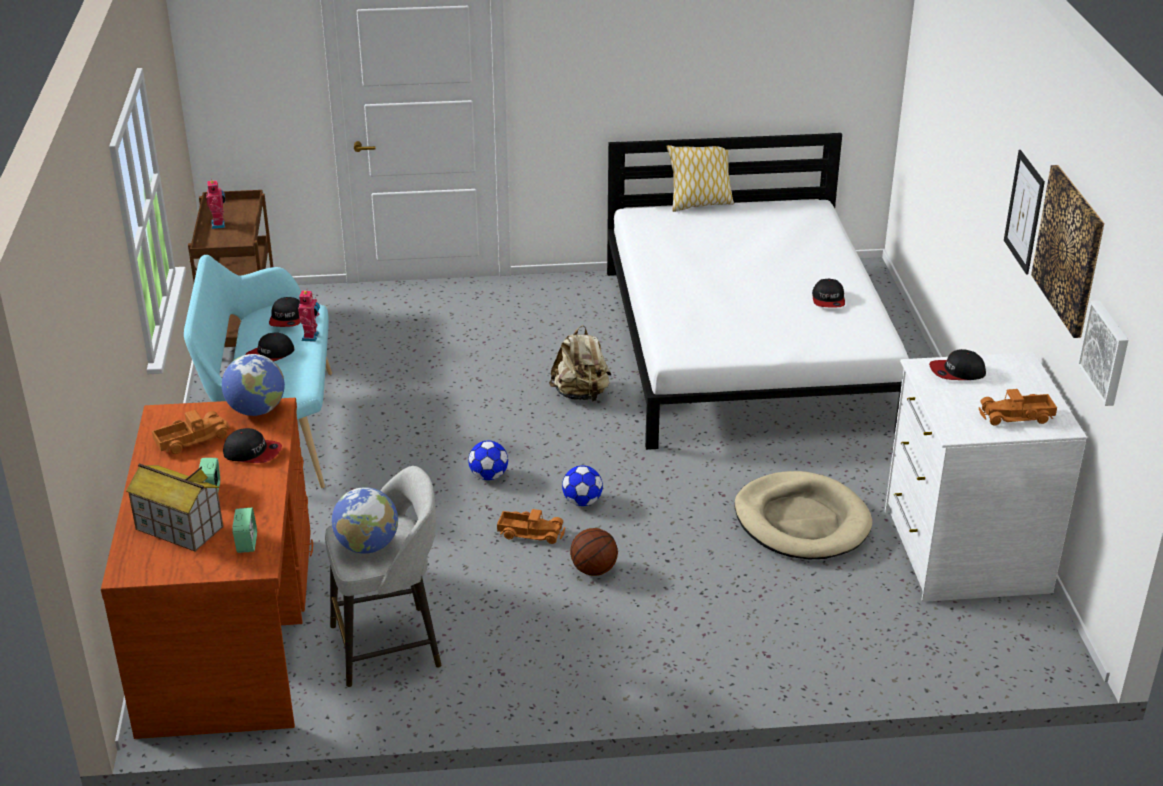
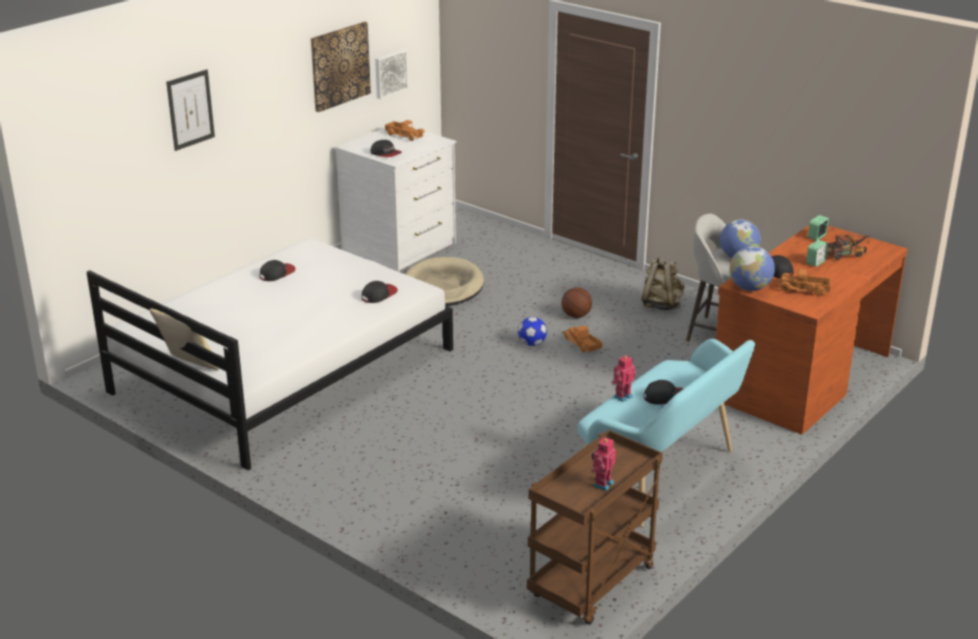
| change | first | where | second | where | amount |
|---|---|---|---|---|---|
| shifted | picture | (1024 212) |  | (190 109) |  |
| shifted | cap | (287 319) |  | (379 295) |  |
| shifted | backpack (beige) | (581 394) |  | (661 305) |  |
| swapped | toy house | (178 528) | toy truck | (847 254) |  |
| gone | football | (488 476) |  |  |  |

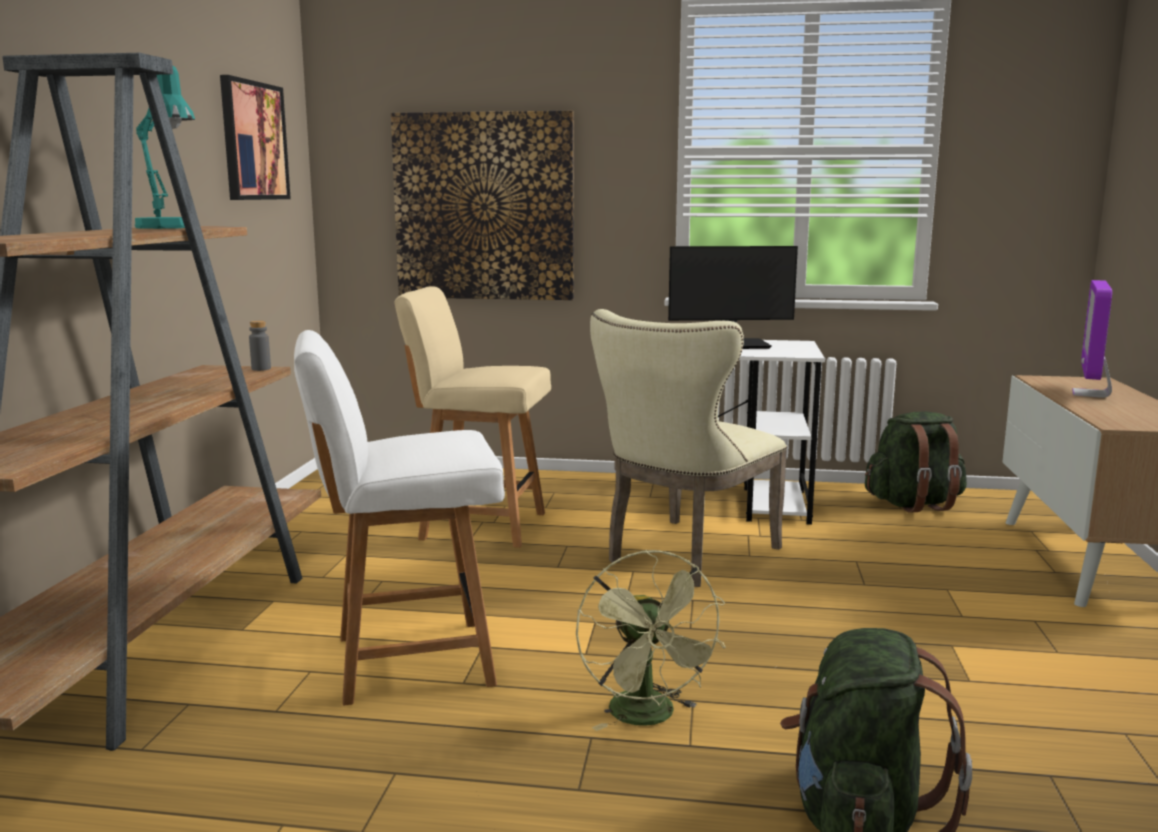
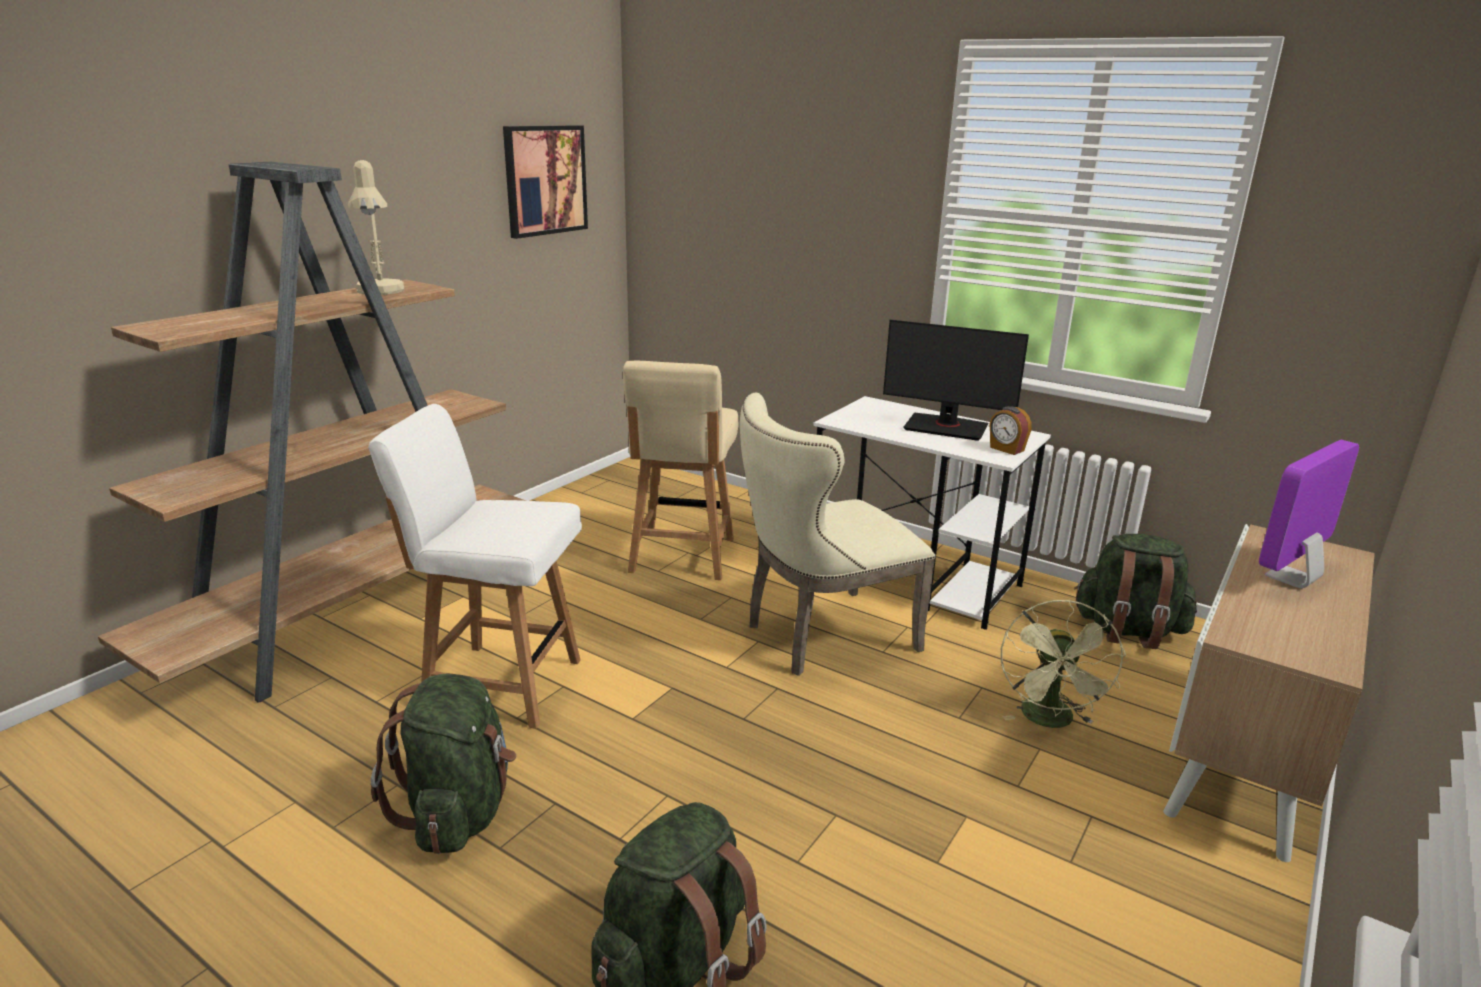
| change | first | where | second | where | amount |
|---|---|---|---|---|---|
| repainted | table lamp (turquoise) | (170 228) | table lamp (beige) | (380 292) |  |
| new |  |  | backpack (green) | (458 812) |  |
| rotated | chair (beige) | (480 525) |  | (681 556) | 120 degrees counterclockwise |
| new |  |  | alarm clock | (1006 449) |  |
| shifted | fan (green) | (649 717) |  | (1050 721) |  |
| gone | bottle (grey) | (261 369) |  |  |  |
| gone | picture | (484 207) |  |  |  |

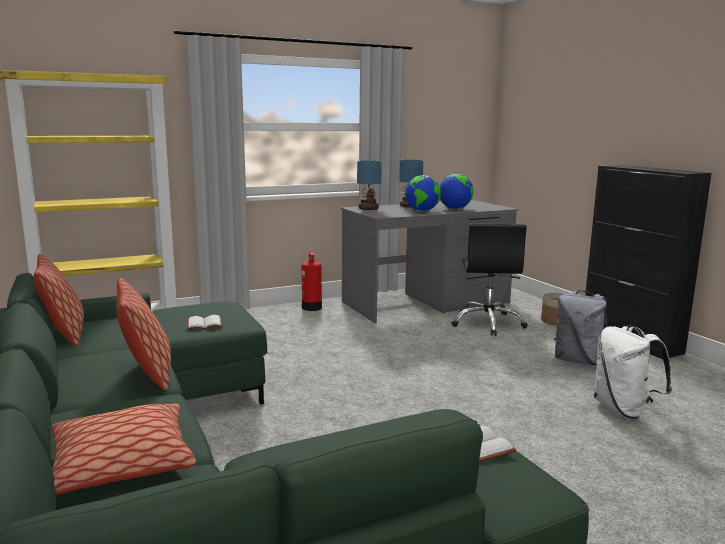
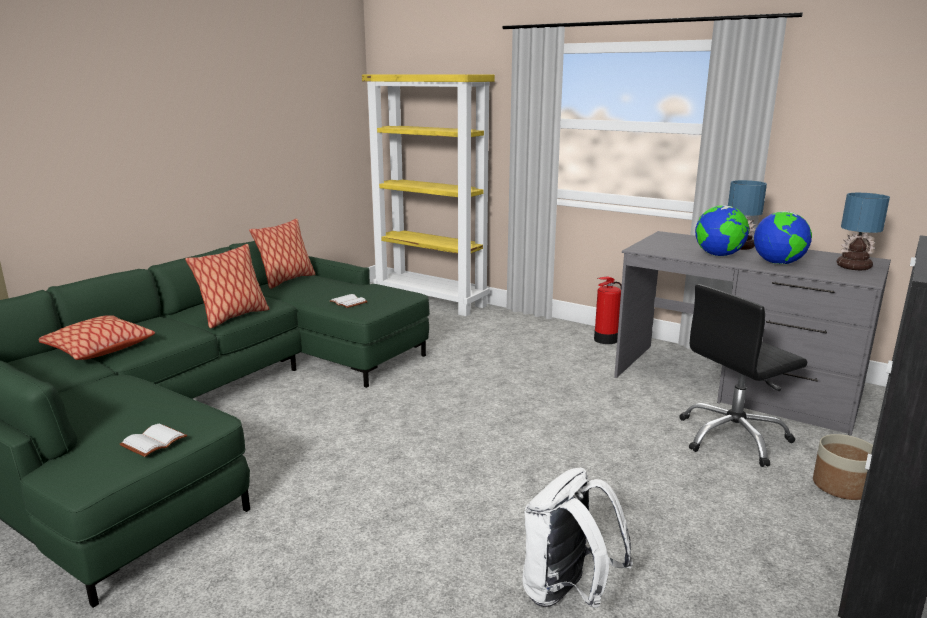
| change | first | where | second | where | amount |
|---|---|---|---|---|---|
| shifted | table lamp | (368 208) |  | (854 267) |  |
| gone | backpack (grey) | (578 360) |  |  |  |

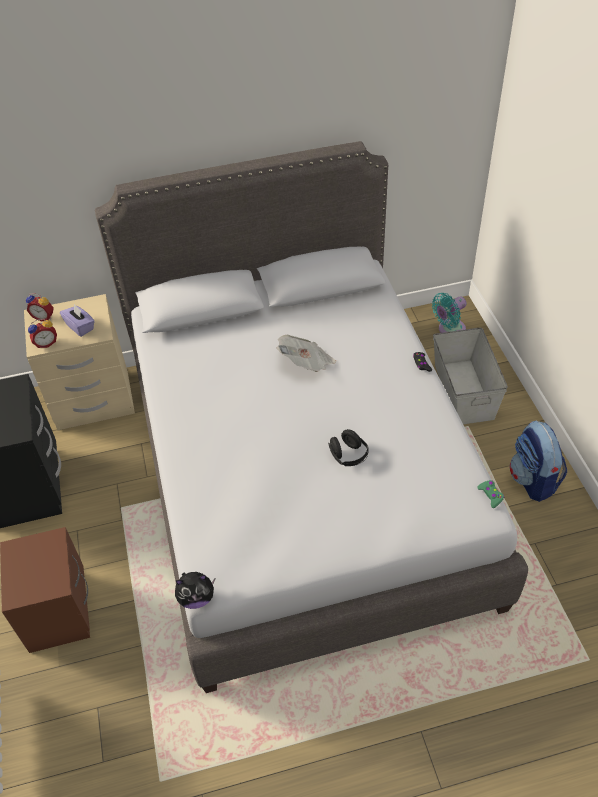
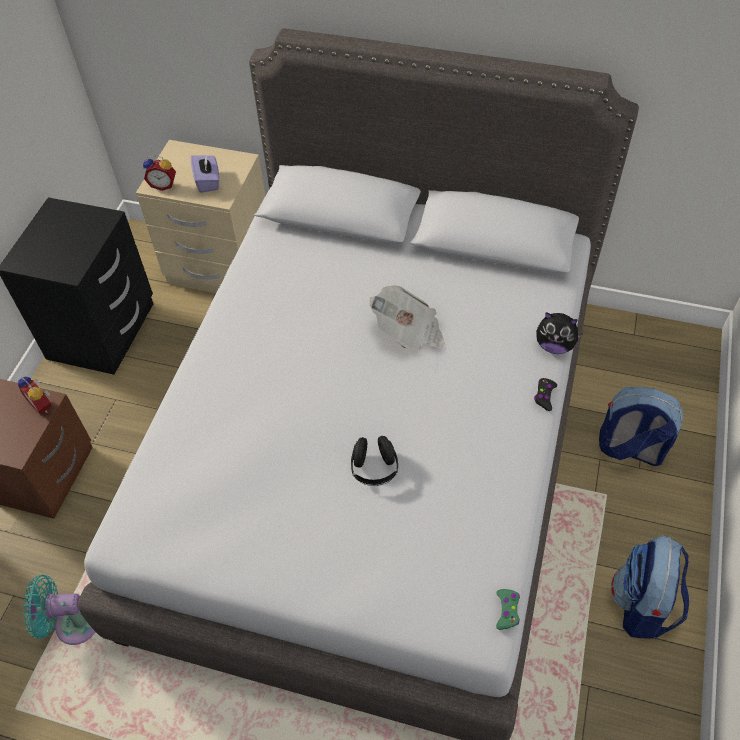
| change | first | where | second | where | amount |
|---|---|---|---|---|---|
| shifted | alarm clock | (44 317) |  | (43 404) |  |
| shifted | fan (turquoise) | (449 330) |  | (72 624) |  |
| shifted | plush toy | (196 598) |  | (554 345) |  |
| swapped | storage box (grey) | (463 392) | backpack | (630 449) |  |

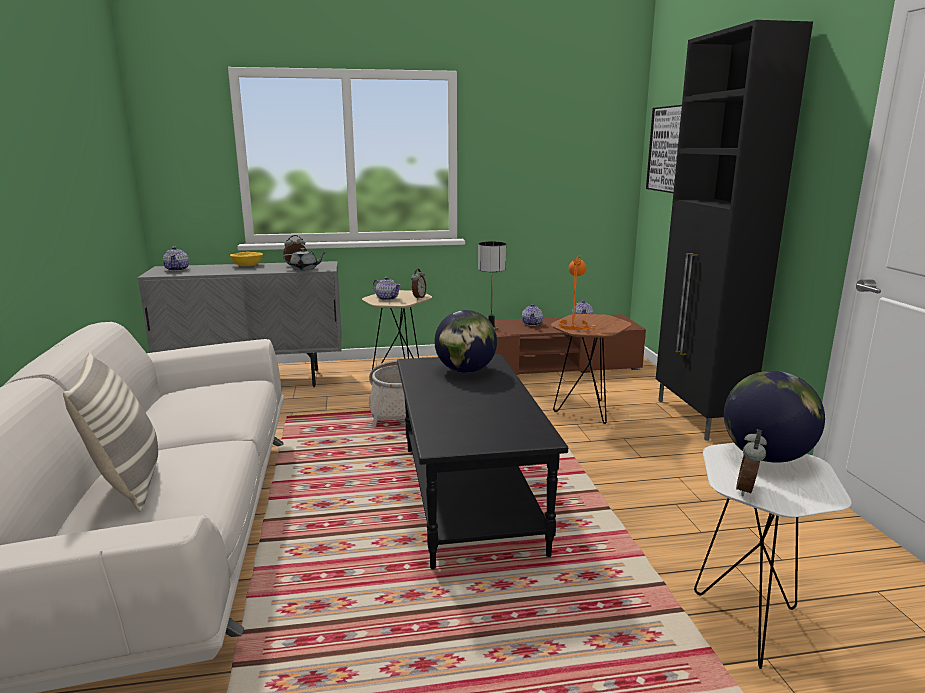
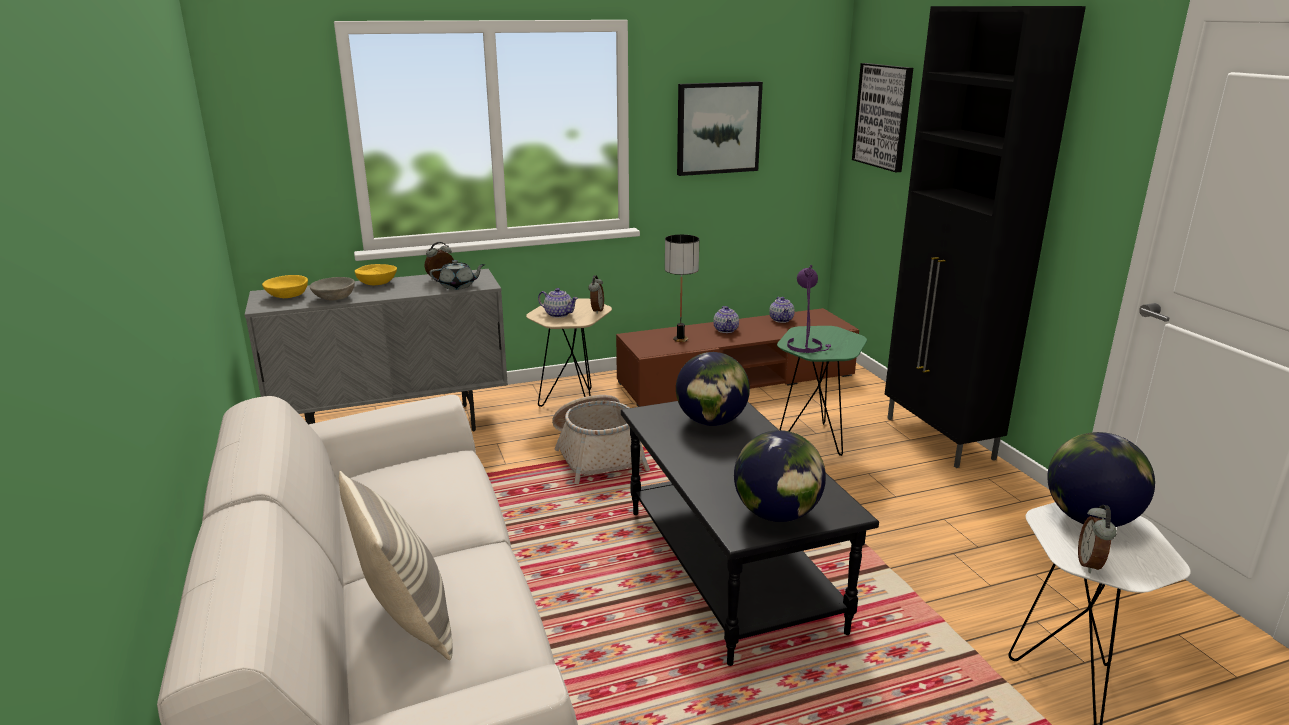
| change | first | where | second | where | amount |
|---|---|---|---|---|---|
| swapped | teapot | (177 269) | bowl (yellow) | (288 296) |  |
| new |  |  | bowl (grey) | (335 298) |  |
| new |  |  | picture | (718 128) |  |
| new |  |  | globe | (777 514) |  |
| repainted | side table (brown) | (585 412) | side table (green) | (813 441) |  |
| repainted | table lamp (orange) | (575 326) | table lamp (purple) | (807 346) |  |

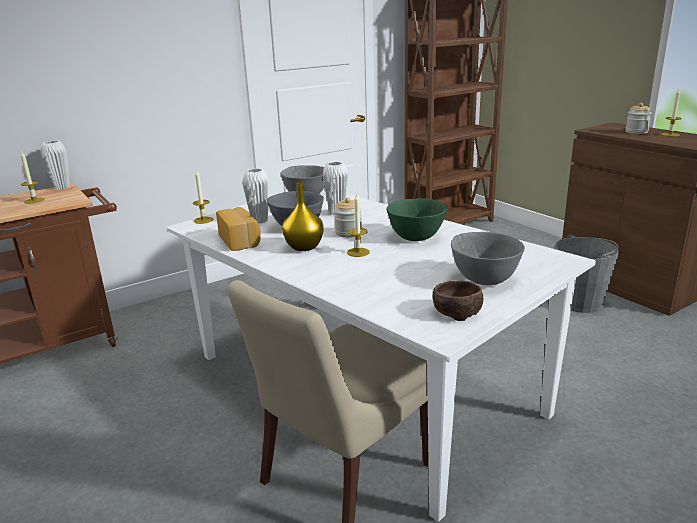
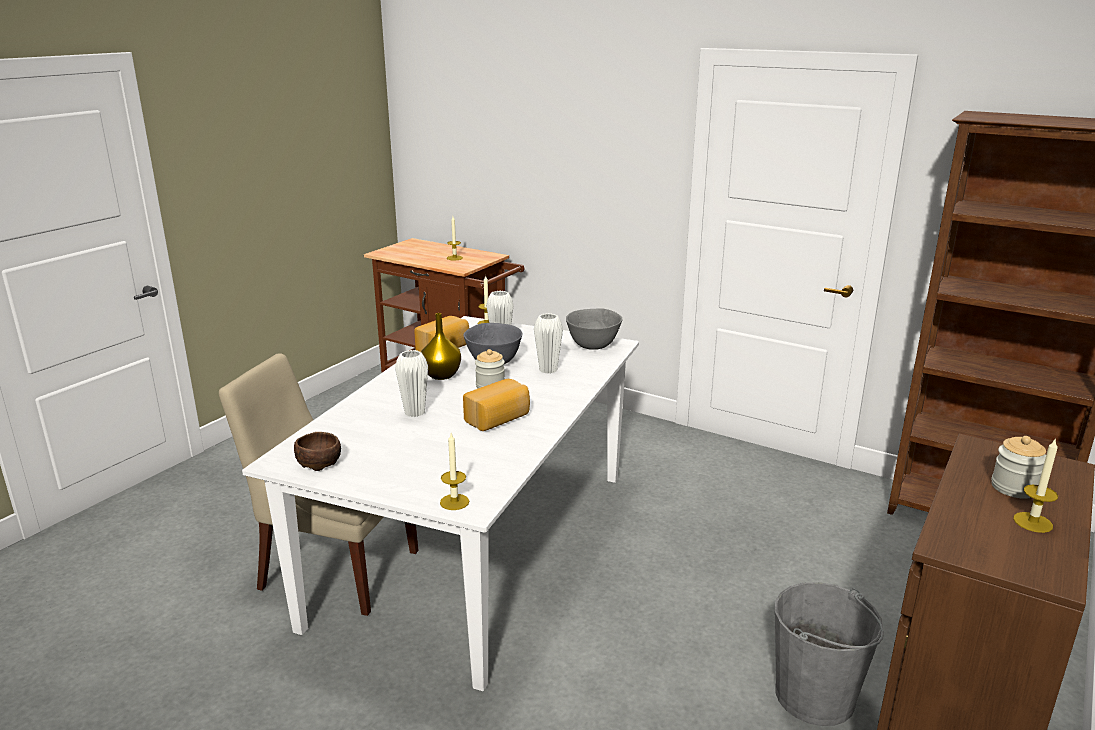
| change | first | where | second | where | amount |
|---|---|---|---|---|---|
| shifted | vase (white) | (62 188) |  | (414 412) |  |
| shifted | candle | (358 252) |  | (454 502) |  |
| swapped | bowl (green) | (416 237) | bread | (498 419) |  |
| gone | bowl (grey) | (484 279) |  |  |  |

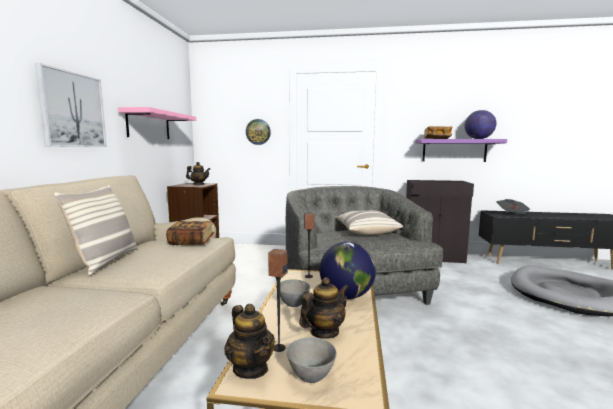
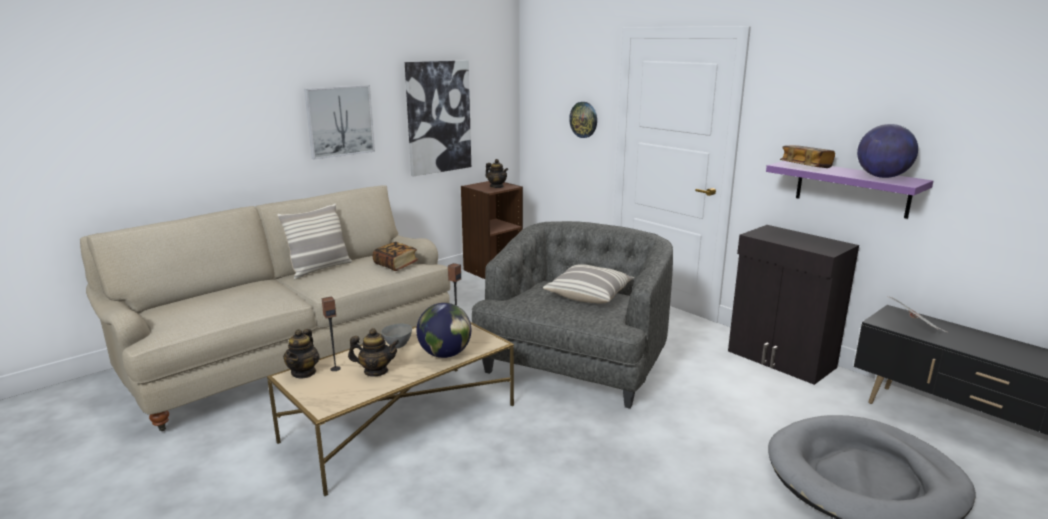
| change | first | where | second | where | amount |
|---|---|---|---|---|---|
| swapped | shelf (pink) | (149 125) | picture | (438 117) |  |
| gone | bowl (grey) | (311 377) |  |  |  |

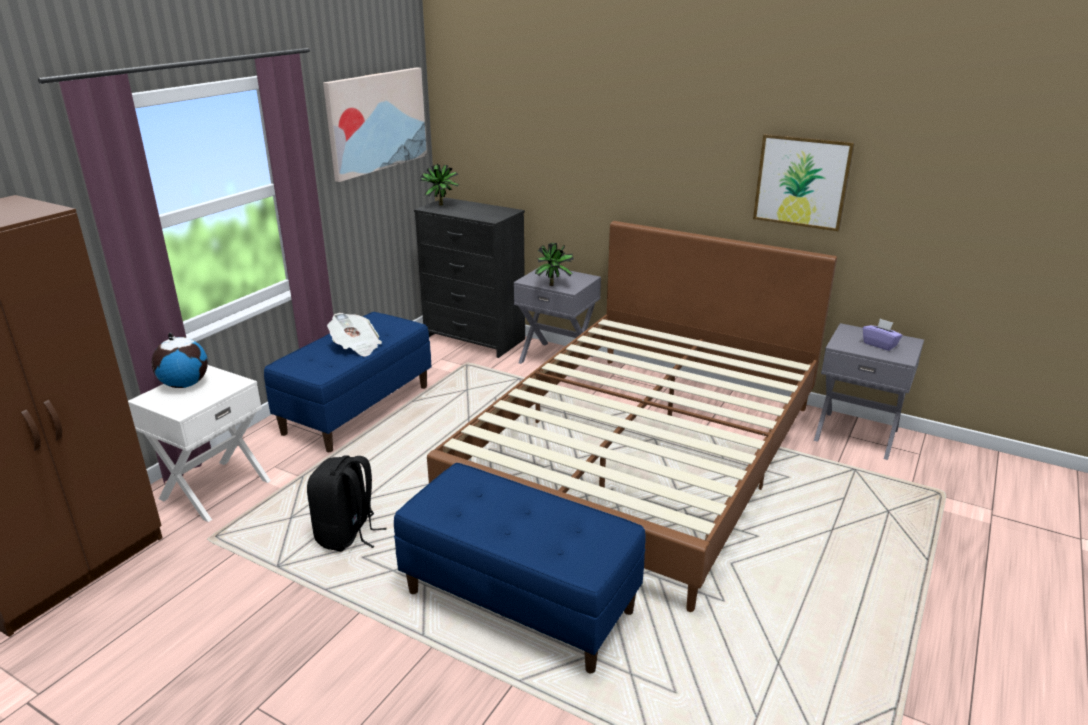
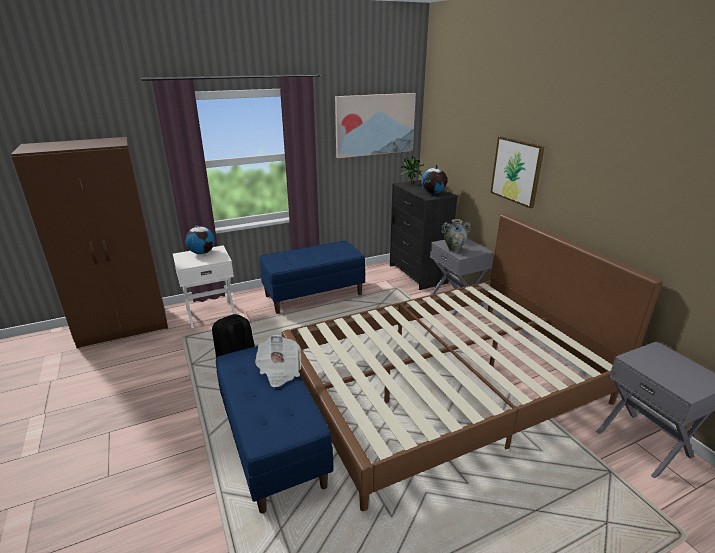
| change | first | where | second | where | amount |
|---|---|---|---|---|---|
| shifted | newspaper | (356 347) |  | (279 371) |  |
| new |  |  | globe | (433 193) |  |
| swapped | potted plant | (553 285) | vase | (454 250) |  |
| shifted | picture | (802 181) |  | (516 171) |  |
| gone | tissue box (purple) | (880 344) |  |  |  |

